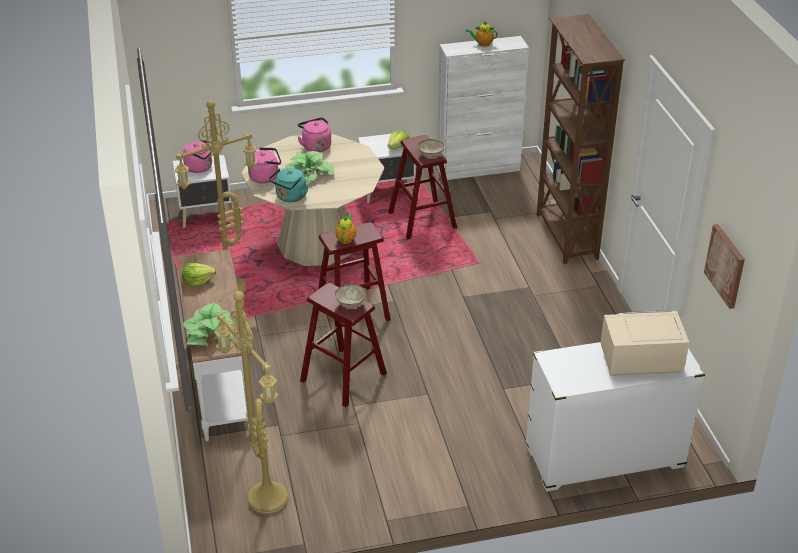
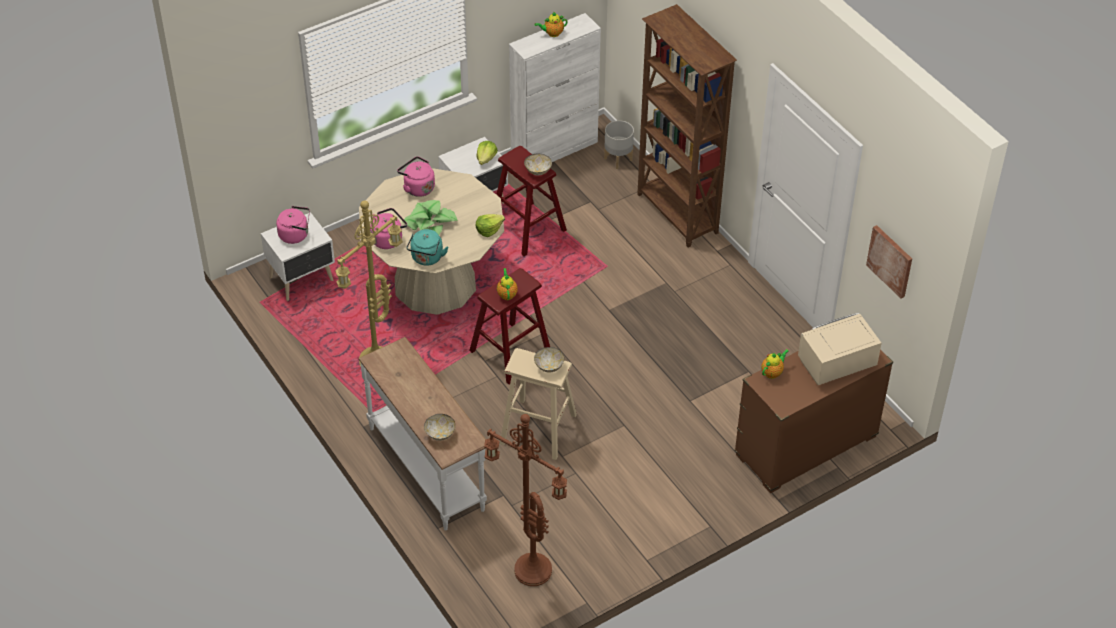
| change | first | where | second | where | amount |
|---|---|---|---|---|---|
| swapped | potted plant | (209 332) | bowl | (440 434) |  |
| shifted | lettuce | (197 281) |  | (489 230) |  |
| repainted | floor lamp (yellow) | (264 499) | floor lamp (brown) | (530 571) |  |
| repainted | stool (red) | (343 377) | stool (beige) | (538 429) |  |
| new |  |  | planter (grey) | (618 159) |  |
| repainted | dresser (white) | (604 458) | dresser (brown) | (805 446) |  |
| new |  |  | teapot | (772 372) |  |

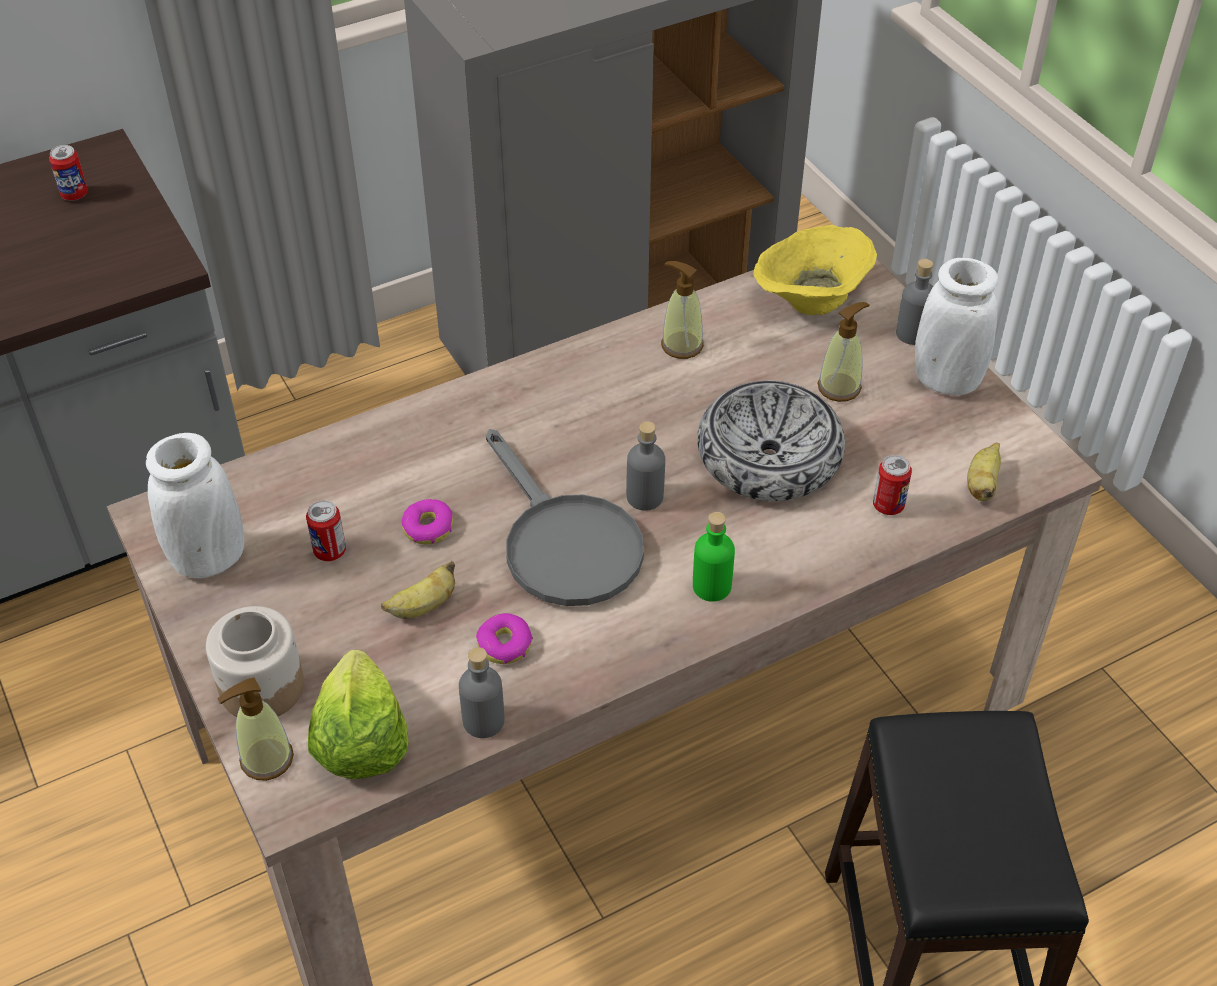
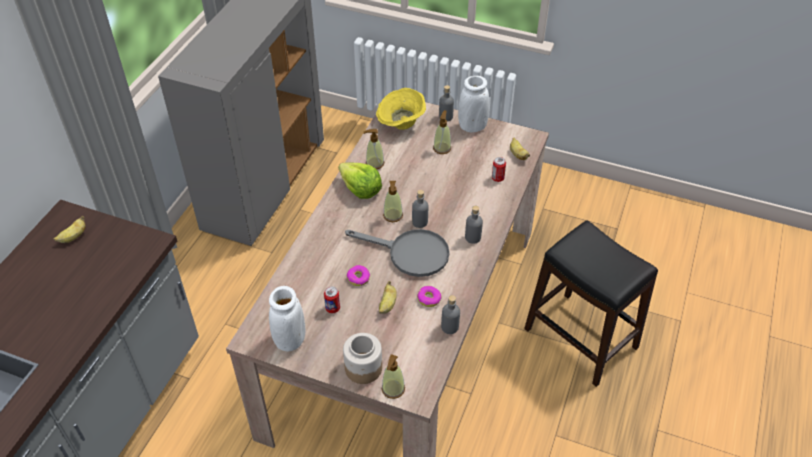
| change | first | where | second | where | amount |
|---|---|---|---|---|---|
| swapped | can | (74 194) | banana | (73 237) |  |
| shifted | lettuce | (360 740) |  | (360 189) |  |
| new |  |  | soap dispenser | (393 215) |  |
| repainted | bottle (green) | (711 586) | bottle (grey) | (473 237) |  |
| gone | bowl | (769 457) |  |  |  |

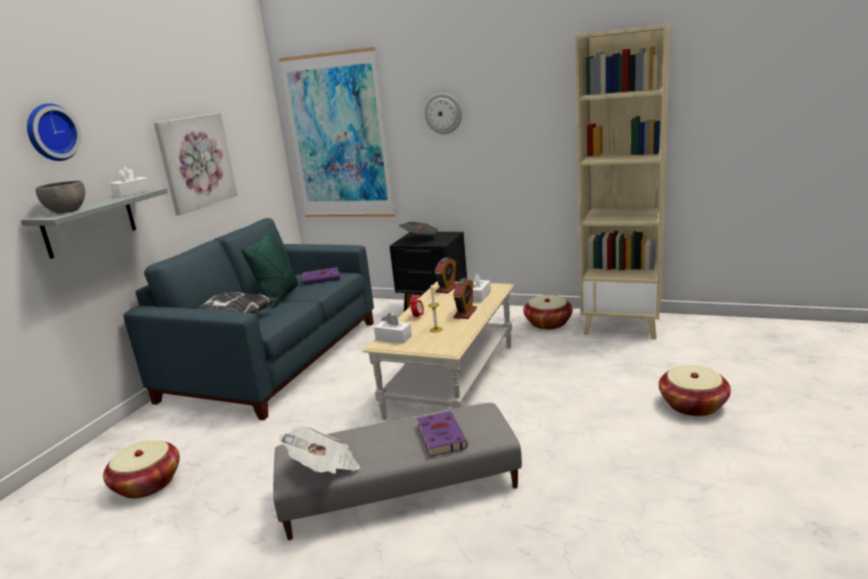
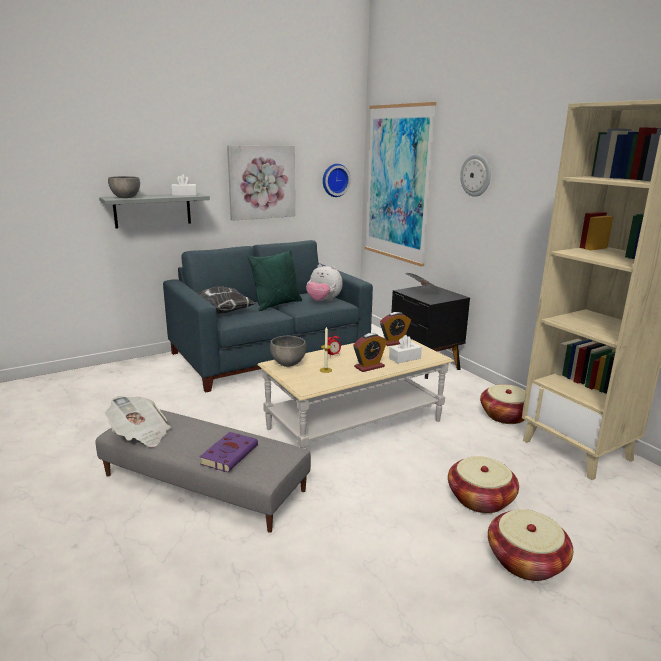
| change | first | where | second | where | amount |
|---|---|---|---|---|---|
| swapped | tissue box (white) | (393 338) | bowl (grey) | (288 363) |  |
| swapped | book (purple) | (322 278) | plush toy | (323 301) |  |
| shifted | wall clock | (51 132) |  | (335 180) |  |
| shifted | basket | (147 484) |  | (480 499) |  |

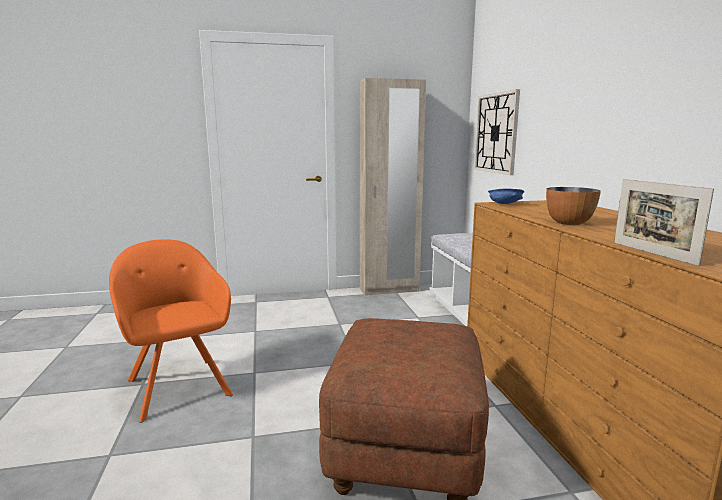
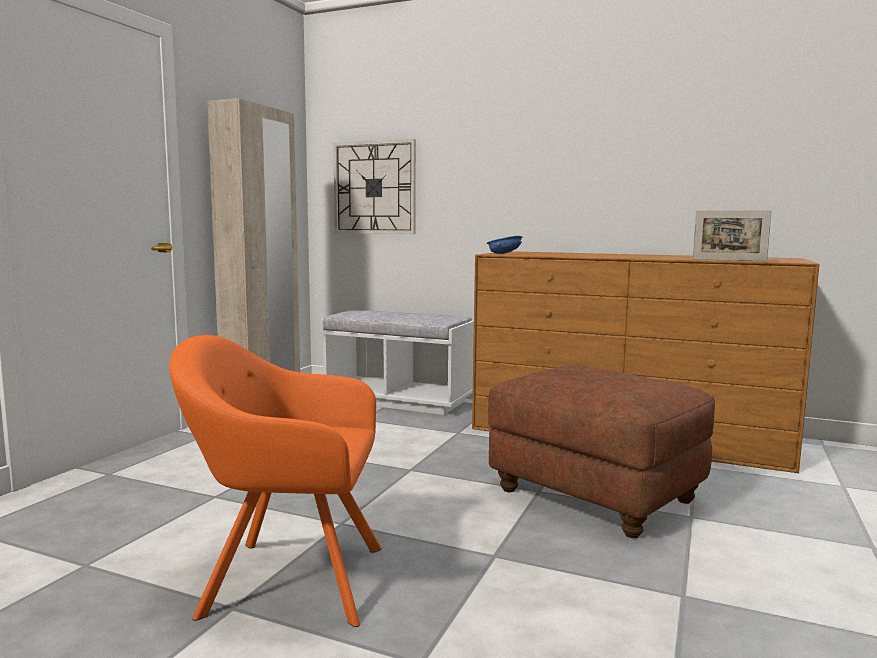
| change | first | where | second | where | amount |
|---|---|---|---|---|---|
| gone | bowl | (568 223) |  |  |  |

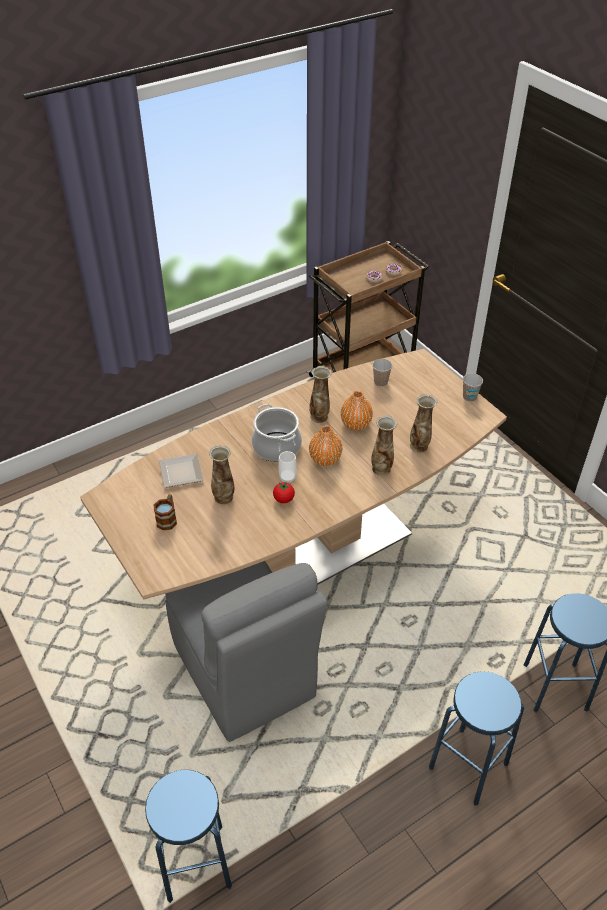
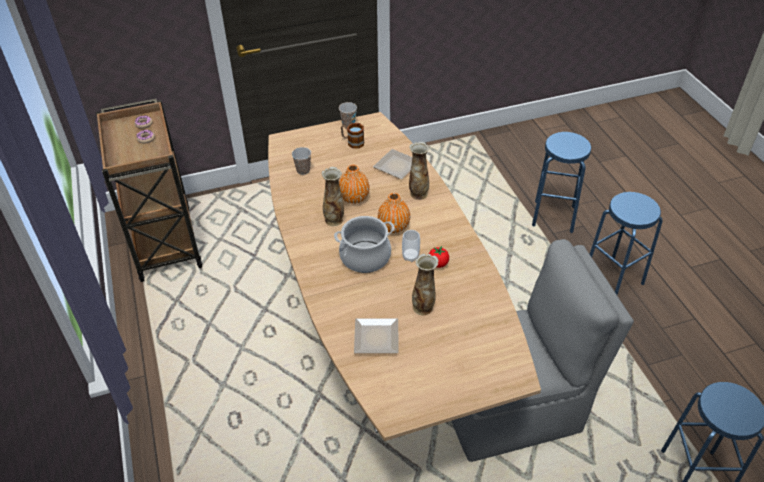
| change | first | where | second | where | amount |
|---|---|---|---|---|---|
| shifted | mug | (168 518) |  | (352 142) |  |
| swapped | vase | (419 446) | plate | (398 166) |  |

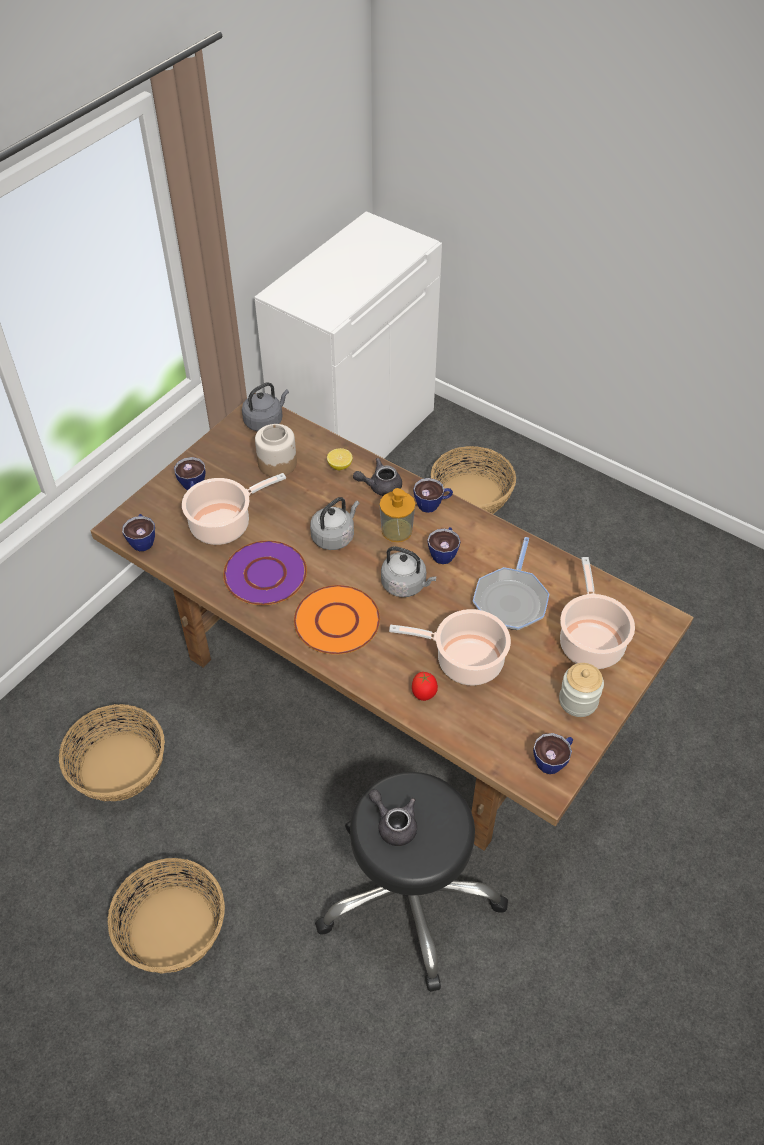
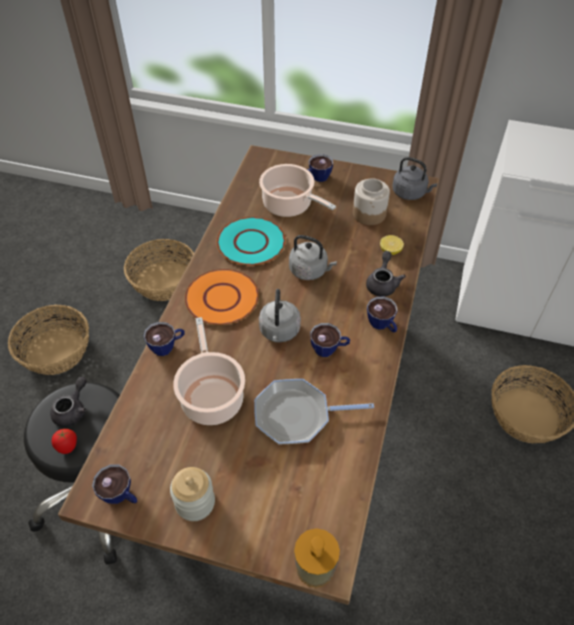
| change | first | where | second | where | amount |
|---|---|---|---|---|---|
| shifted | tomato | (424 694) |  | (68 447) |  |
| shifted | cup | (143 540) |  | (167 346) |  |
| repainted | plate (purple) | (265 574) | plate (turquoise) | (251 242) |  |
| shifted | soap dispenser | (397 530) |  | (315 567) |  |
| rotated | teapot (grey) | (380 486) |  | (382 283) | 45 degrees clockwise |
| gone | cooking pot | (590 641) |  |  |  |

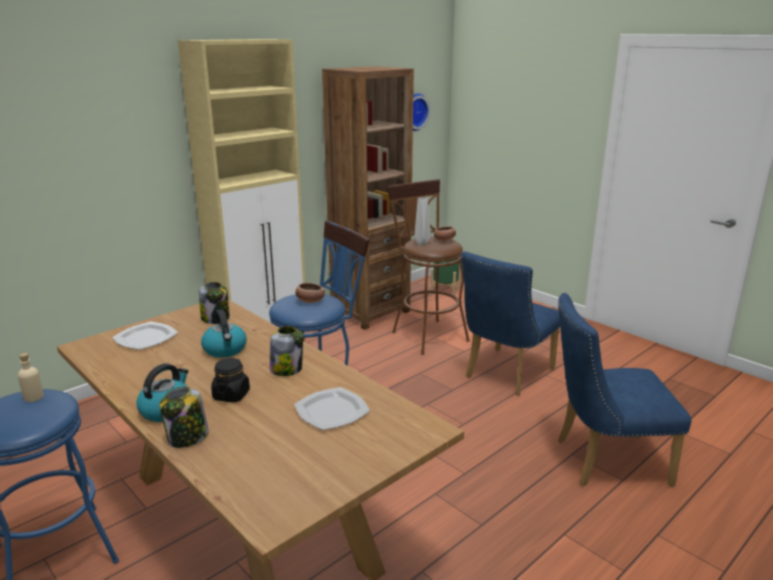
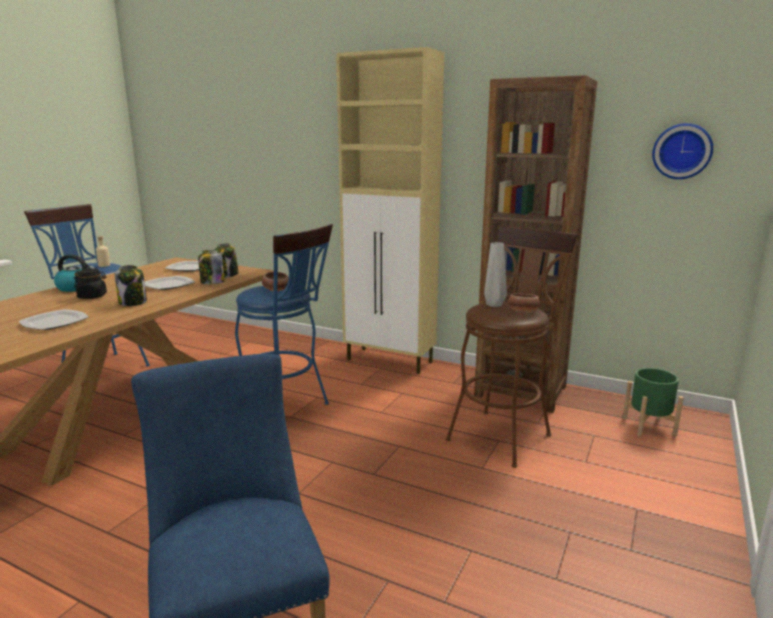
| change | first | where | second | where | amount |
|---|---|---|---|---|---|
| swapped | kettle | (225 350) | plate | (169 285) |  |
| shifted | jar | (187 438) |  | (212 283) |  |
| gone | chair (blue) | (504 375) |  |  |  |

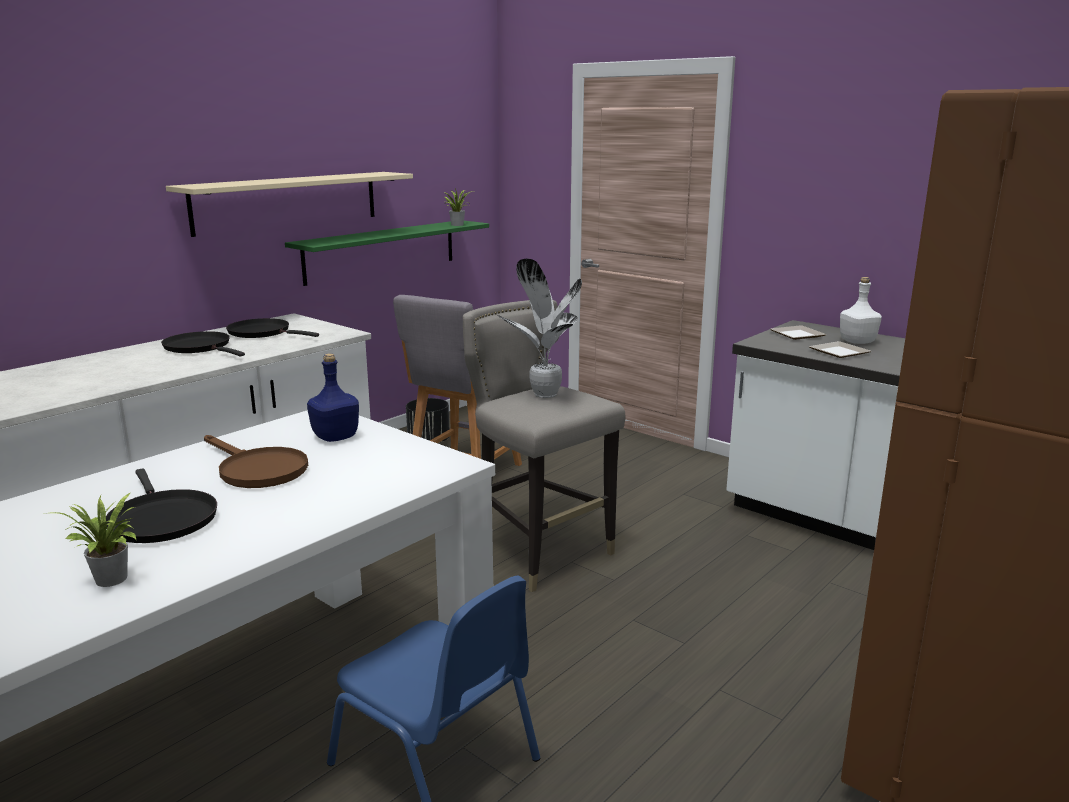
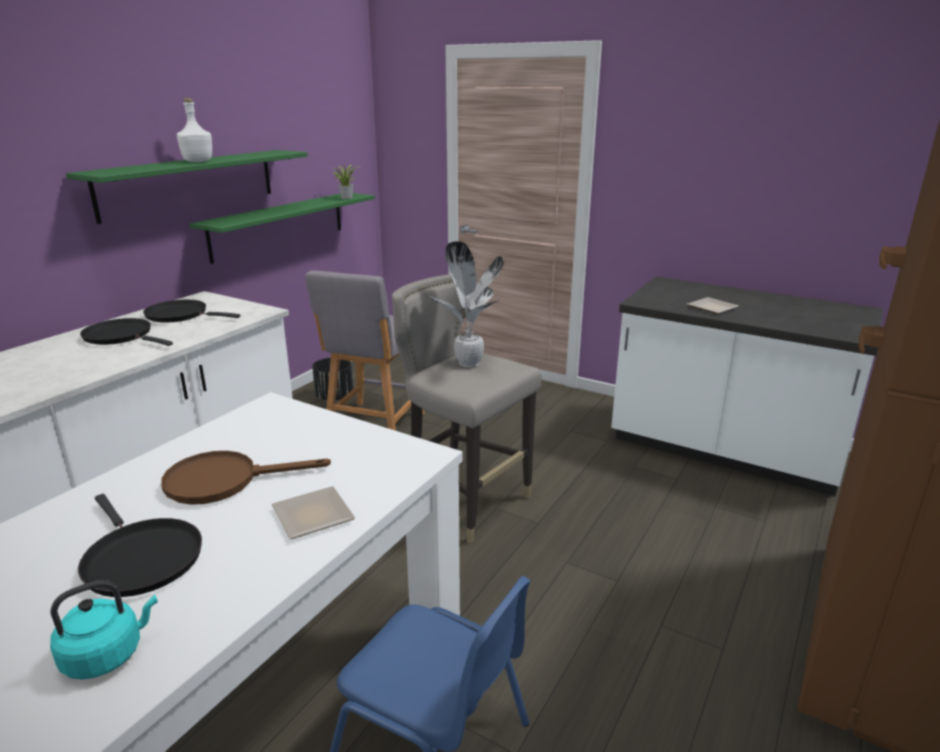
| change | first | where | second | where | amount |
|---|---|---|---|---|---|
| swapped | potted plant | (111 581) | kettle (turquoise) | (107 655) |  |
| repainted | shelf (beige) | (288 202) | shelf (green) | (189 183) |  |
| rotated | frying pan (brown) | (256 470) |  | (225 480) | 135 degrees clockwise |
| shifted | bottle (white) | (856 341) |  | (197 161) |  |
| shifted | plate | (797 335) |  | (311 518) |  |
| gone | bottle (blue) | (334 437) |  |  |  |

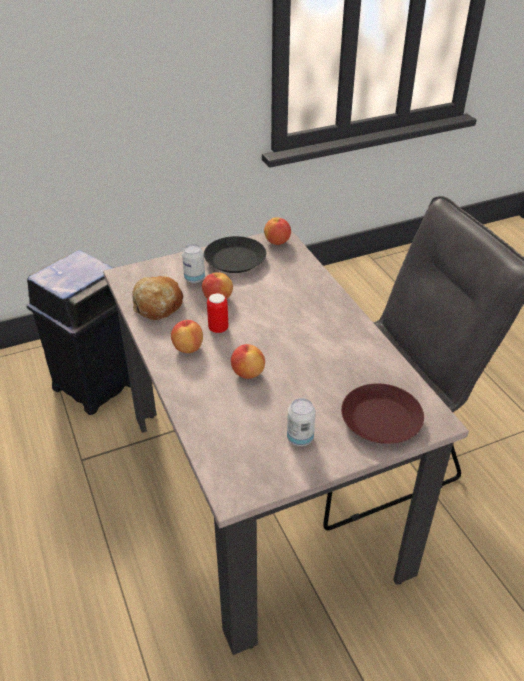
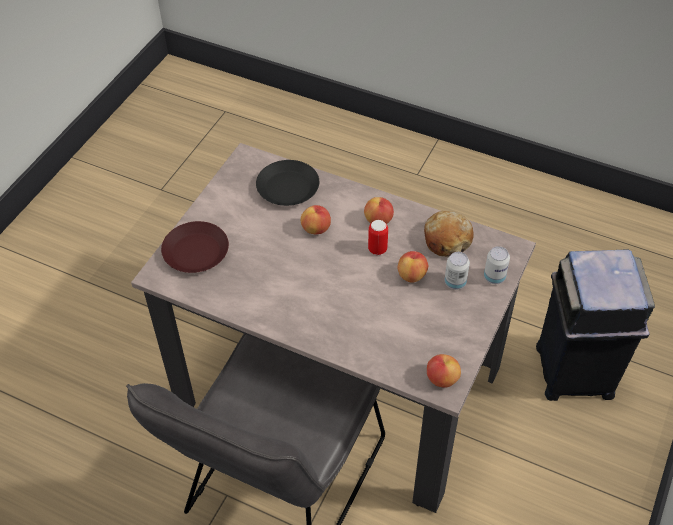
| change | first | where | second | where | amount |
|---|---|---|---|---|---|
| shifted | plate (black) | (234 260) |  | (288 187) |  |
| shifted | can | (300 438) |  | (494 277) |  |

